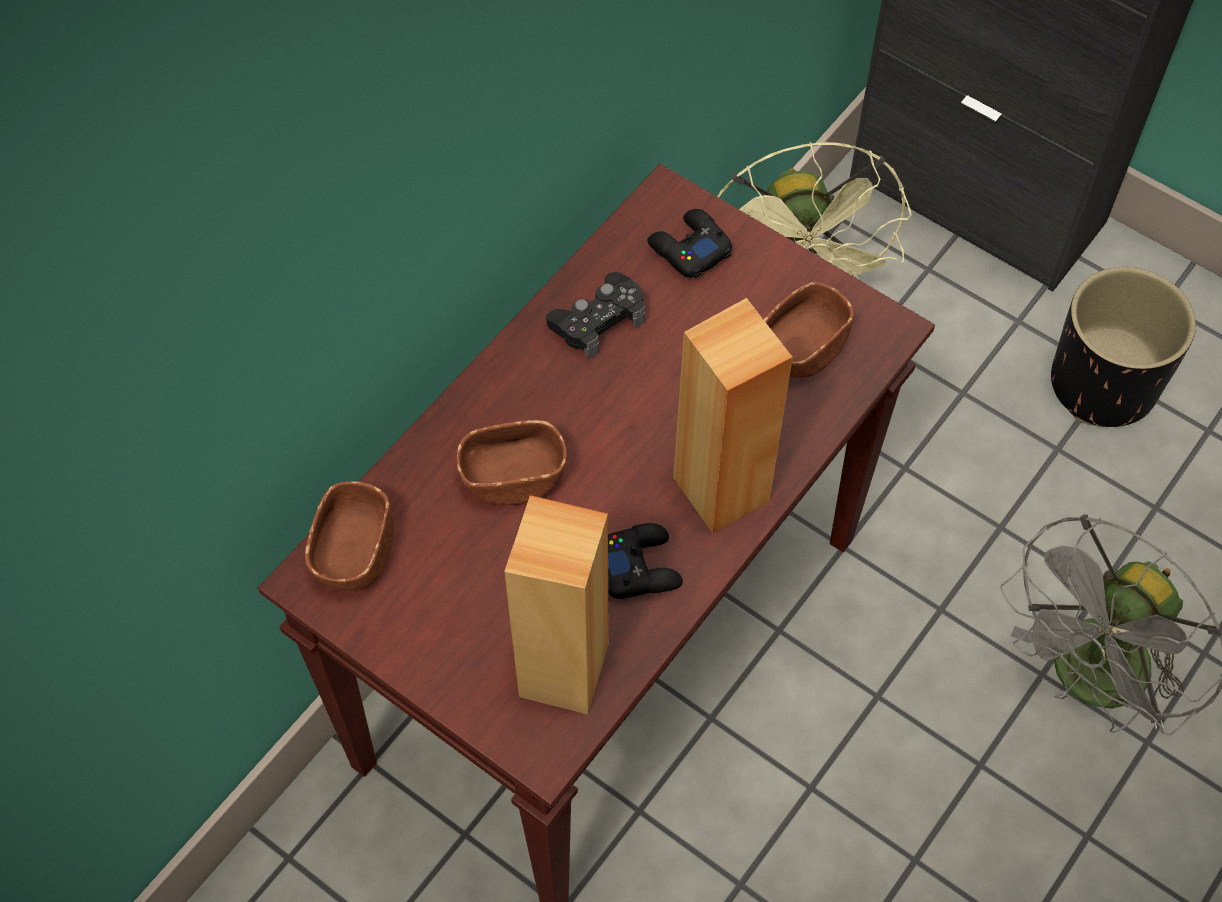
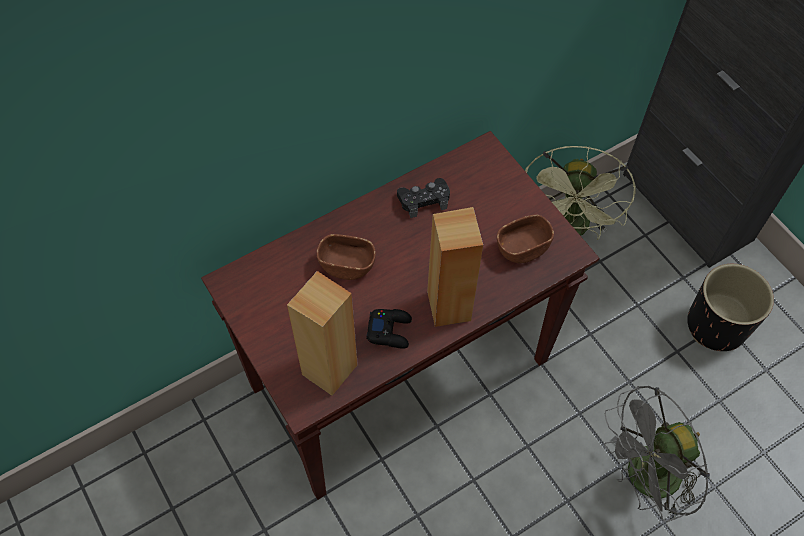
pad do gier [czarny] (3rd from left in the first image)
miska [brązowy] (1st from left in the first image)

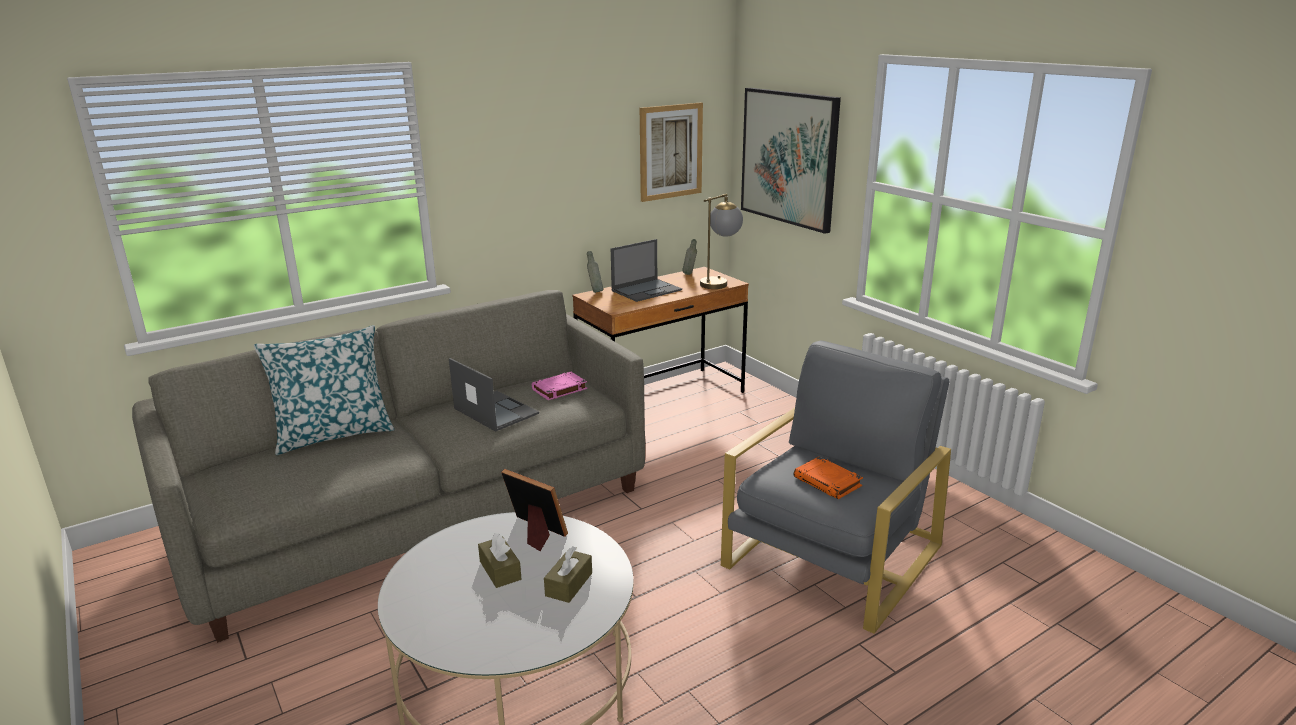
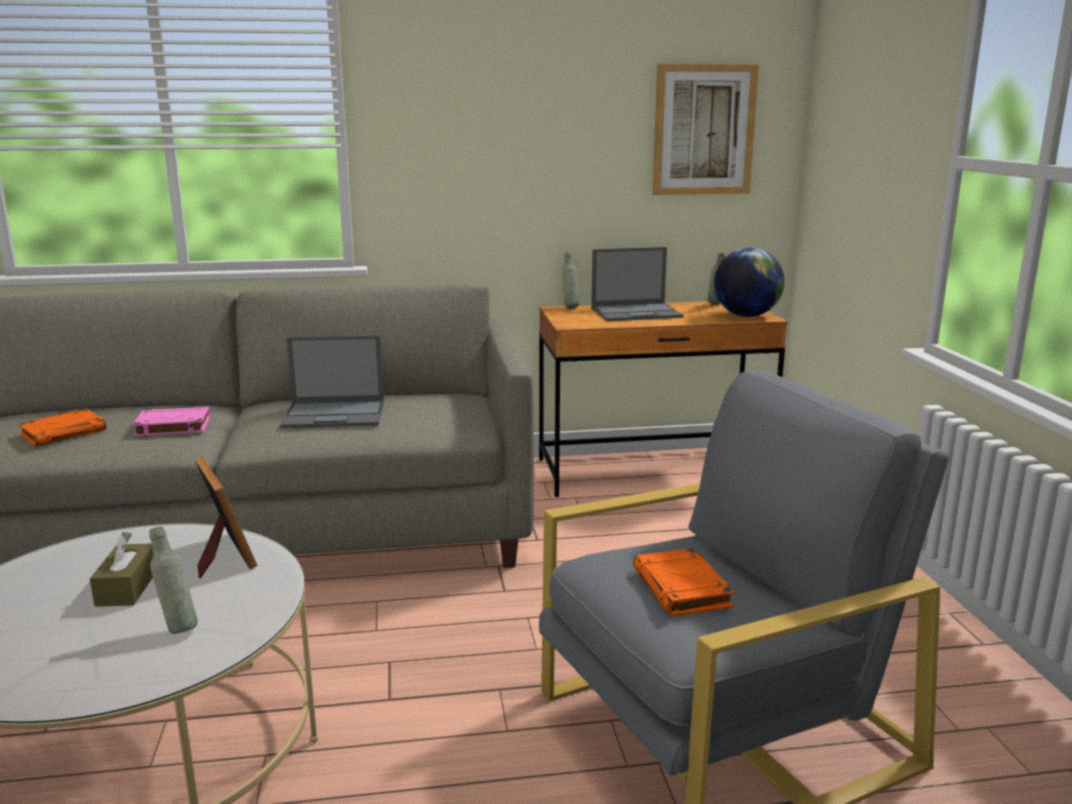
obraz (2nd from left in the first image)
globus
poduszka
laptop (1st from left)
książka [różowy]
butelka [szary] (1st from left)
książka [pomarańczowy] (1st from left)

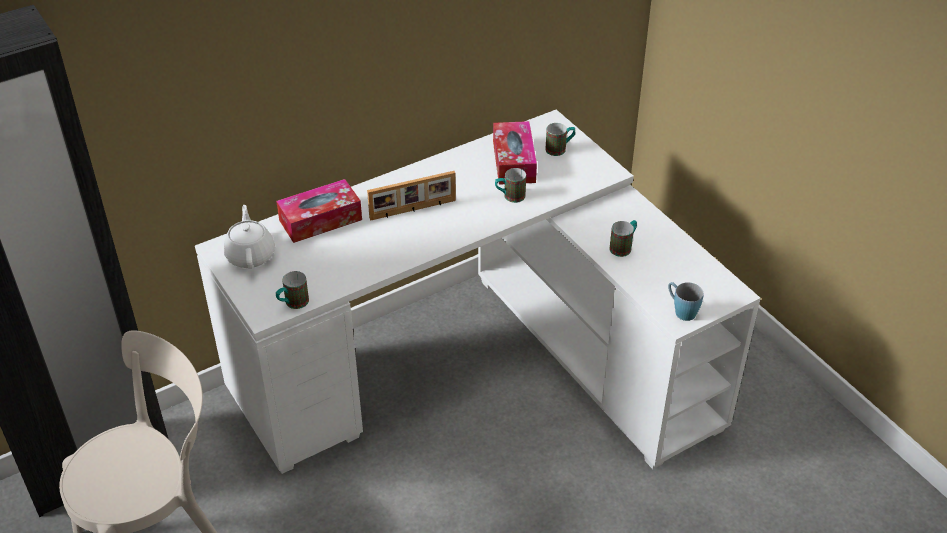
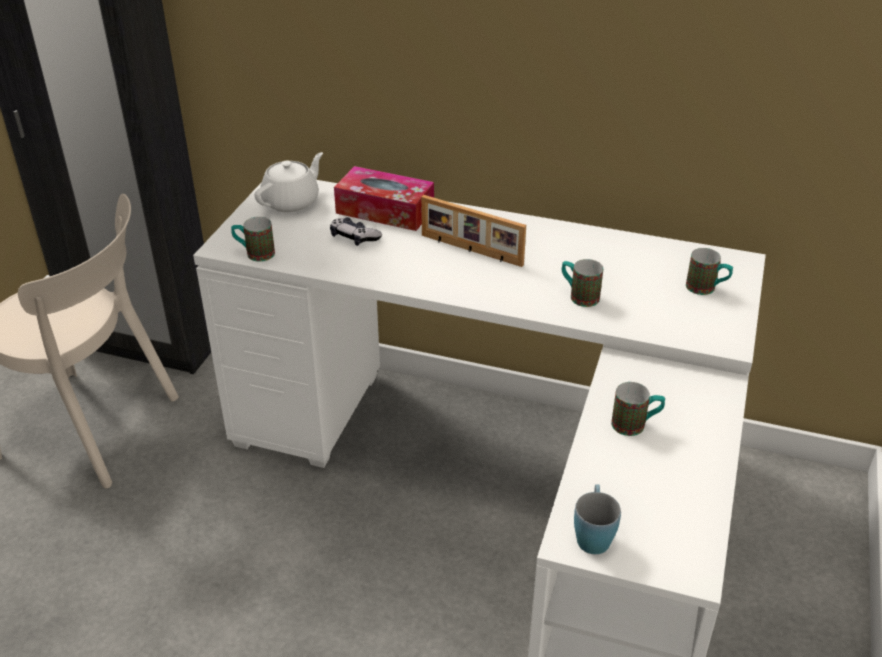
pudełko chusteczek (2nd from left in the first image)
pad do gier

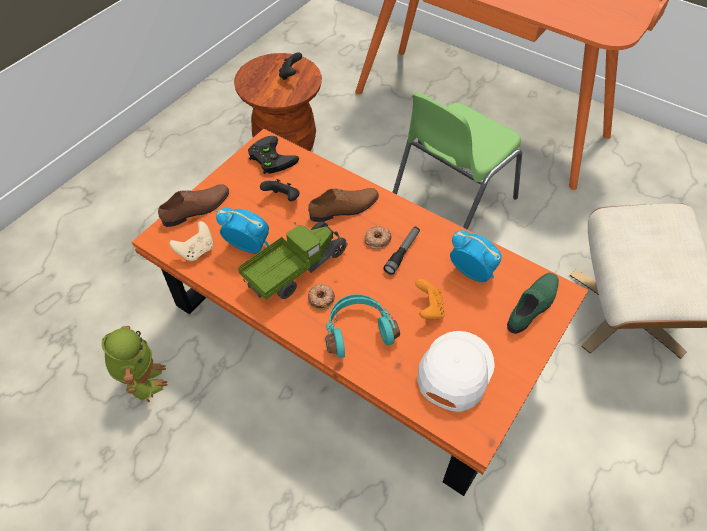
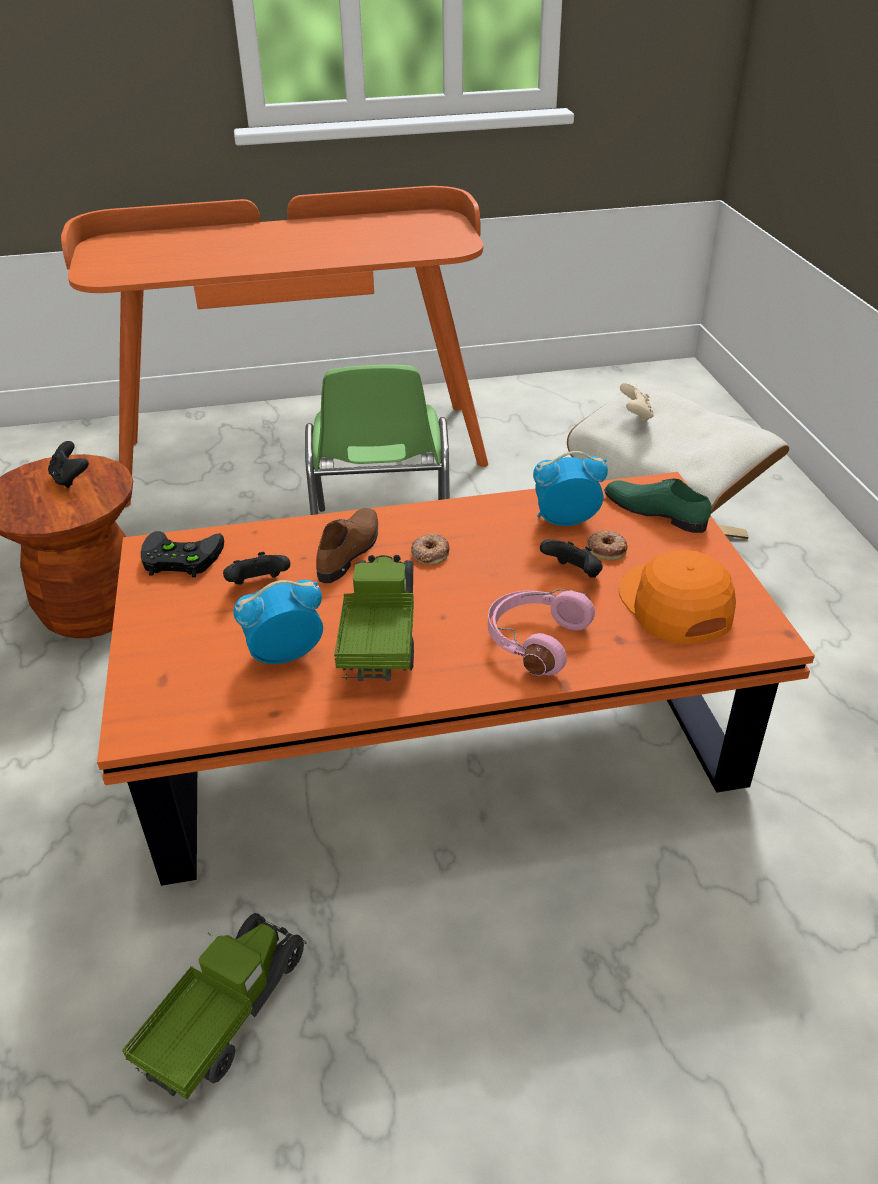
but [brązowy] (1st from left in the first image)
pad do gier [beżowy]
latarka
but [zielony]
pad do gier [czarny] (4th from left)
donut (2nd from left)
słuchawki [różowy]
ciężarówka zabawkowa (1st from left)
czapka z daszkiem [pomarańczowy]

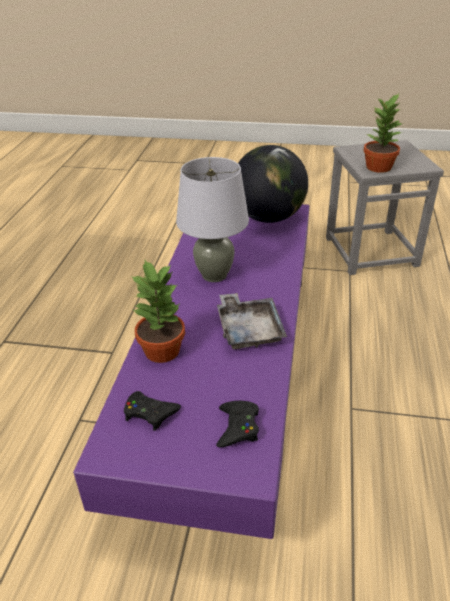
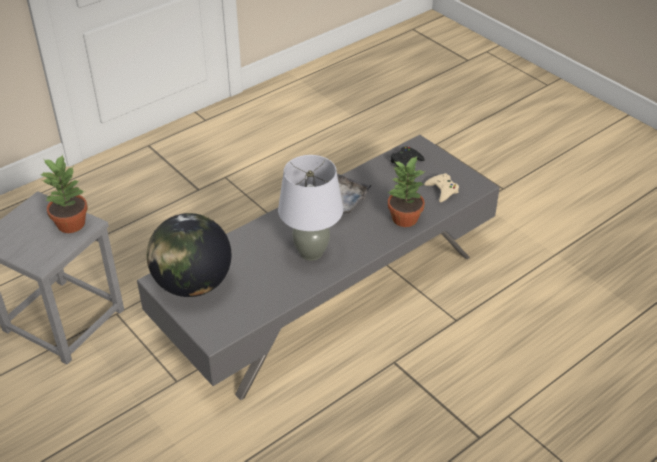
ława [szary]
pad do gier [beżowy]

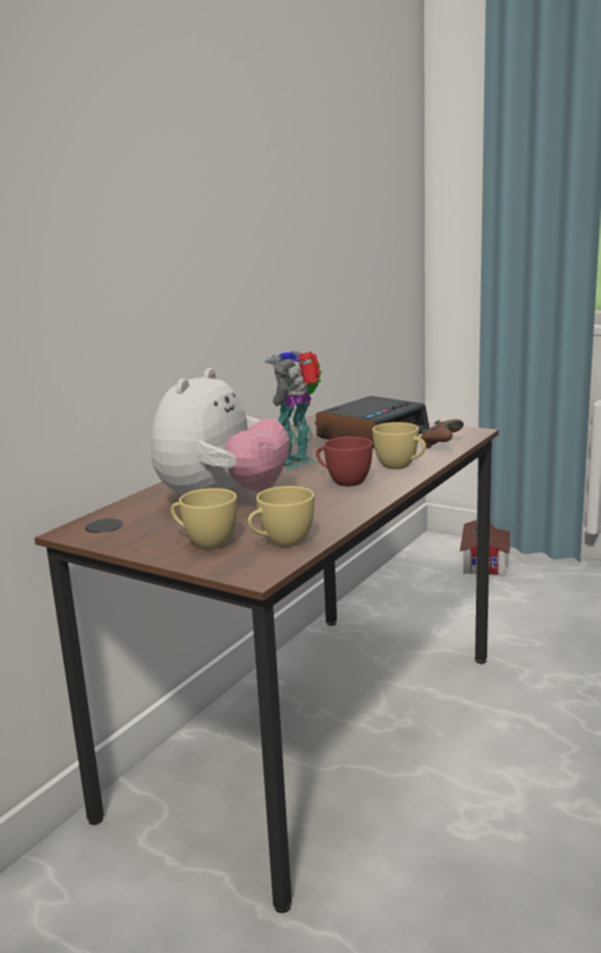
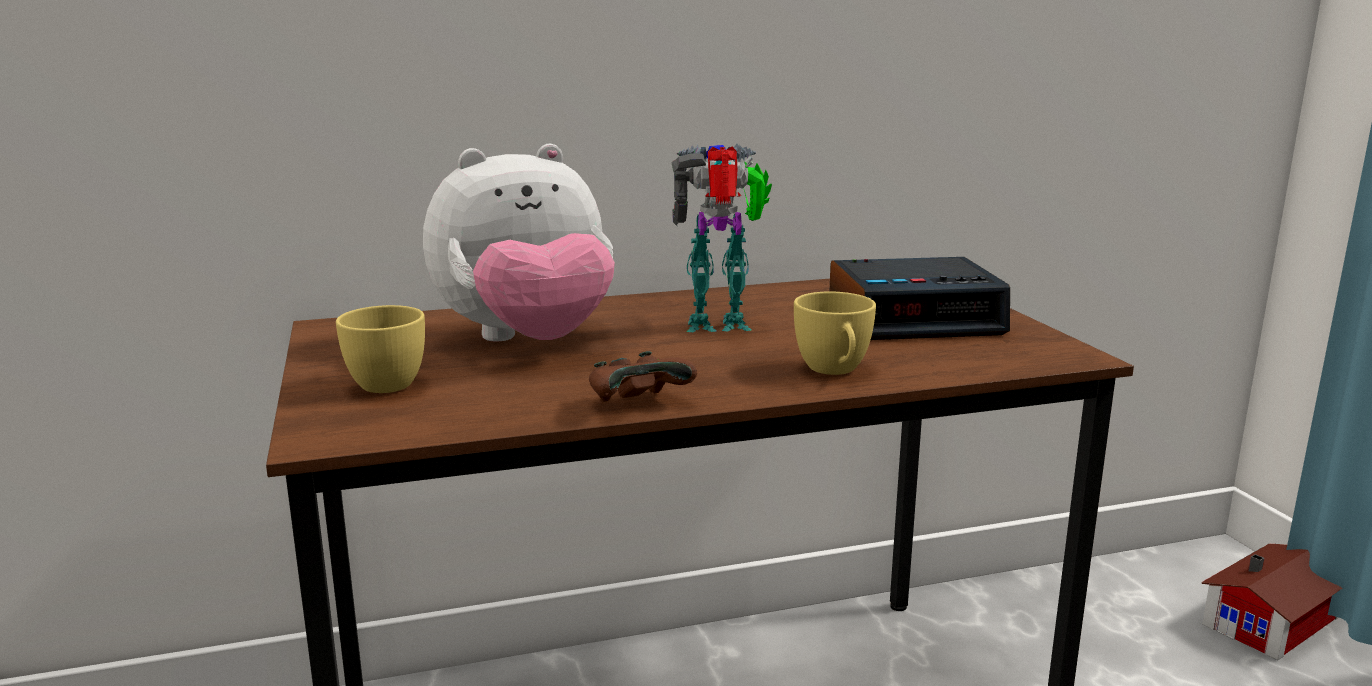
pad do gier [brązowy]
filiżanka [czerwony]
filiżanka [żółty] (2nd from left in the first image)

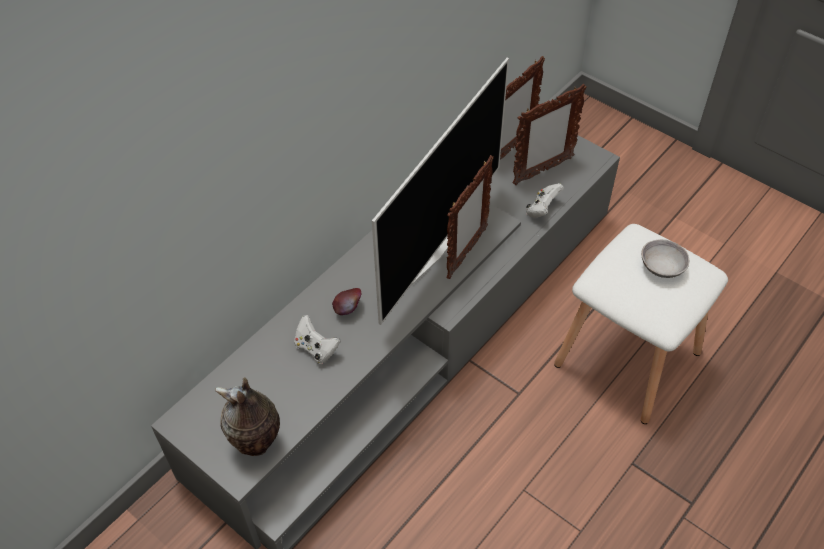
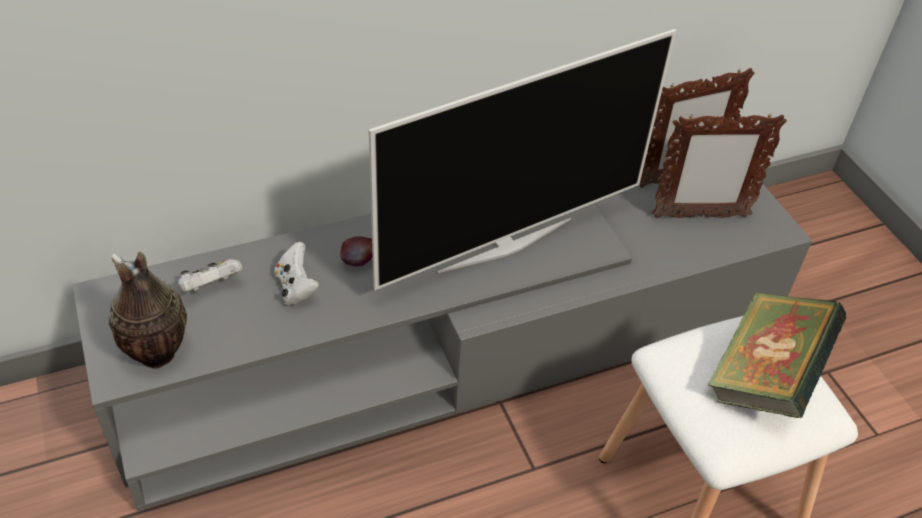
ramka na zdjęcie (1st from left in the first image)
pad do gier [biały] (1st from left)
książka

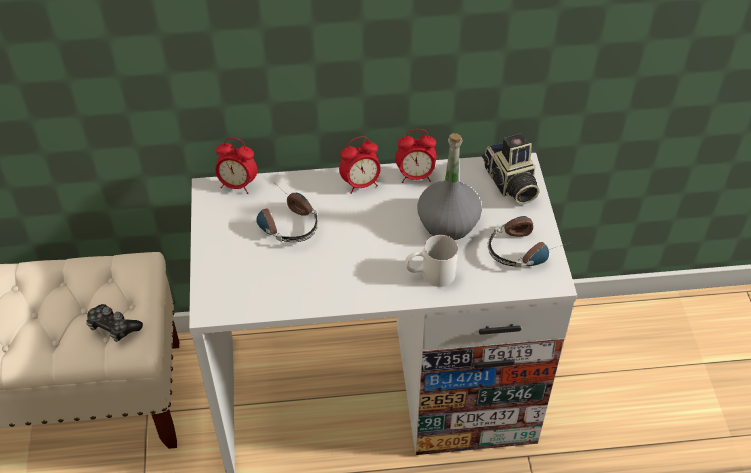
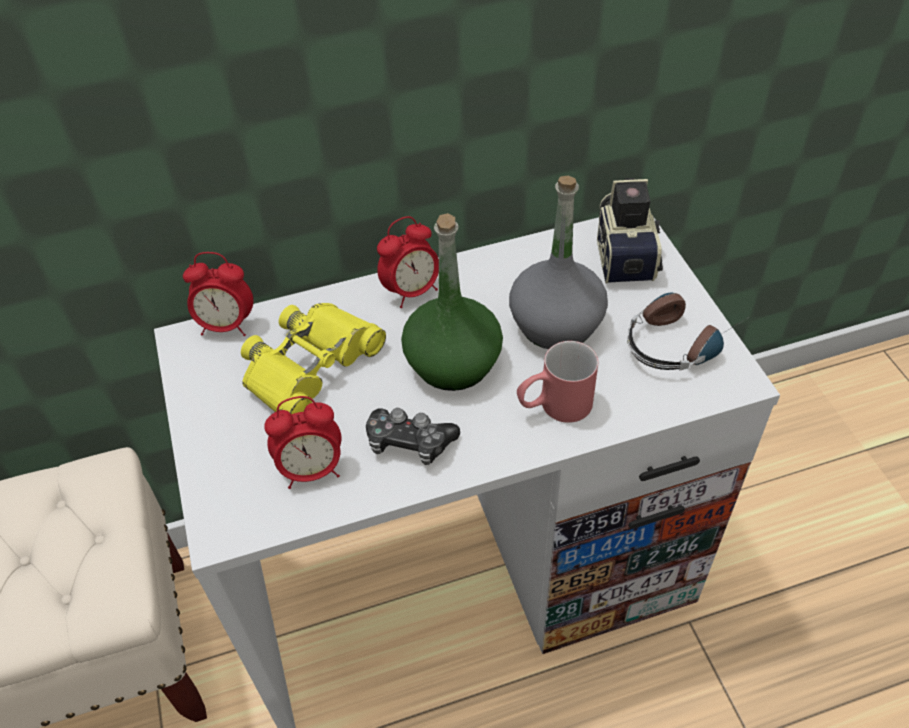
budzik (2nd from left)
aparat fotograficzny
lornetka [żółty]
kubek [czerwony]
pad do gier
butelka [zielony]

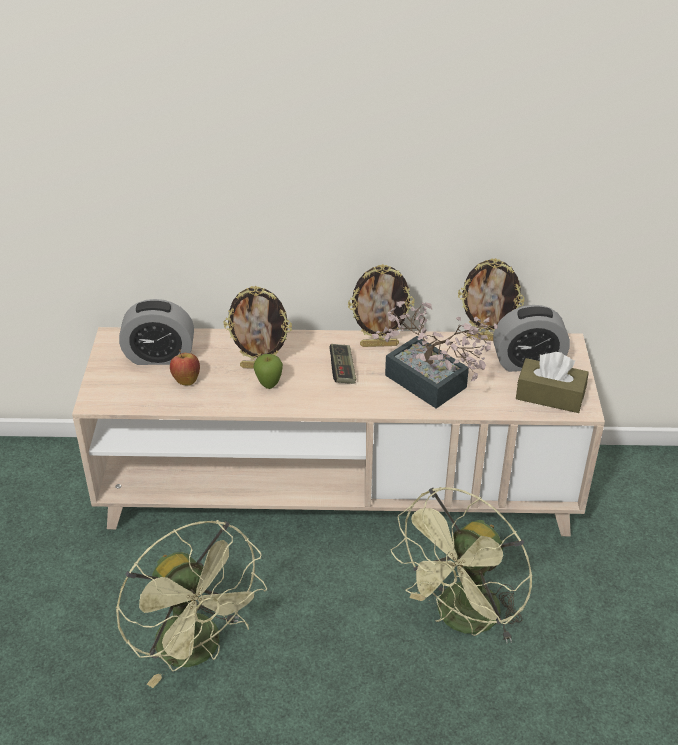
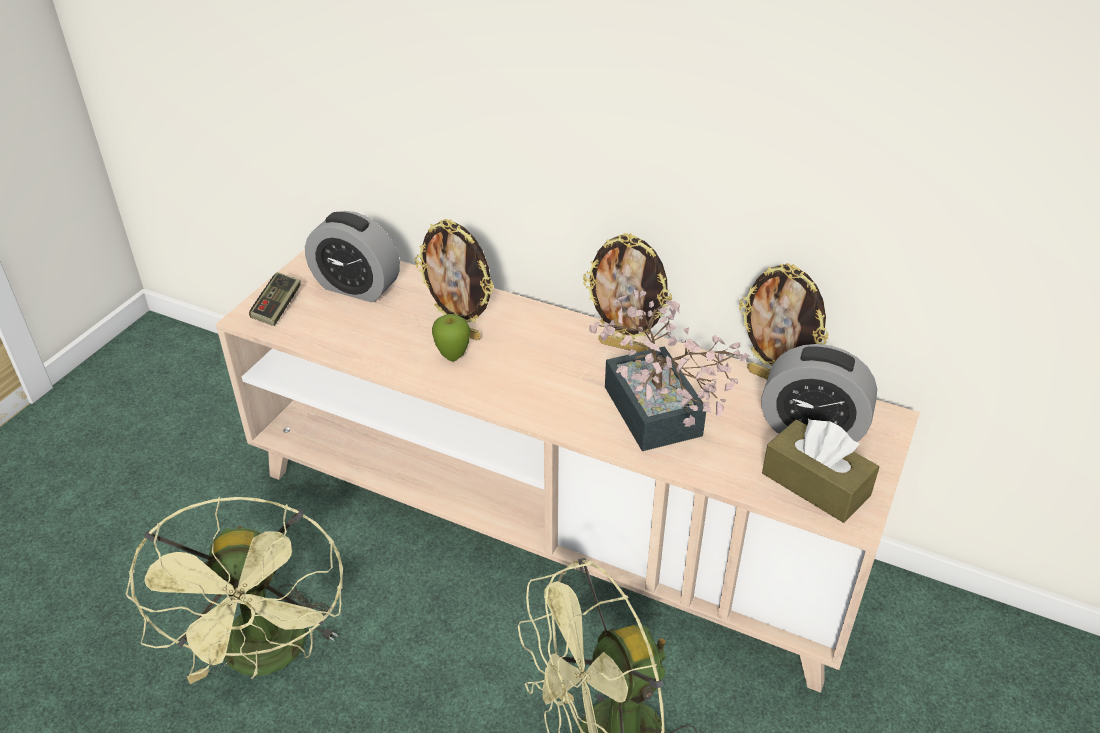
pad do gier
jabłko (1st from left in the first image)

